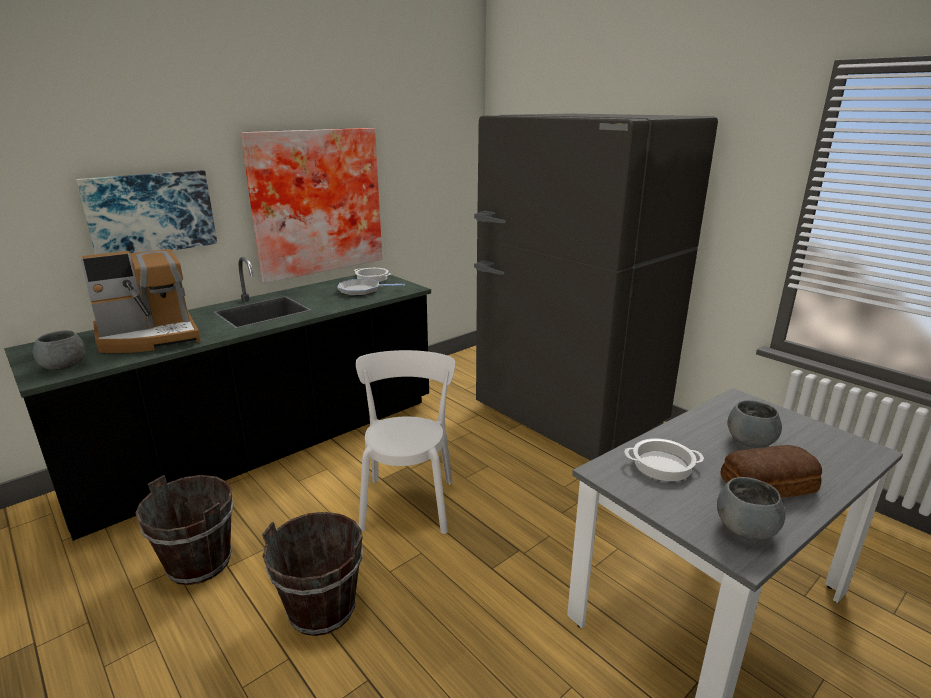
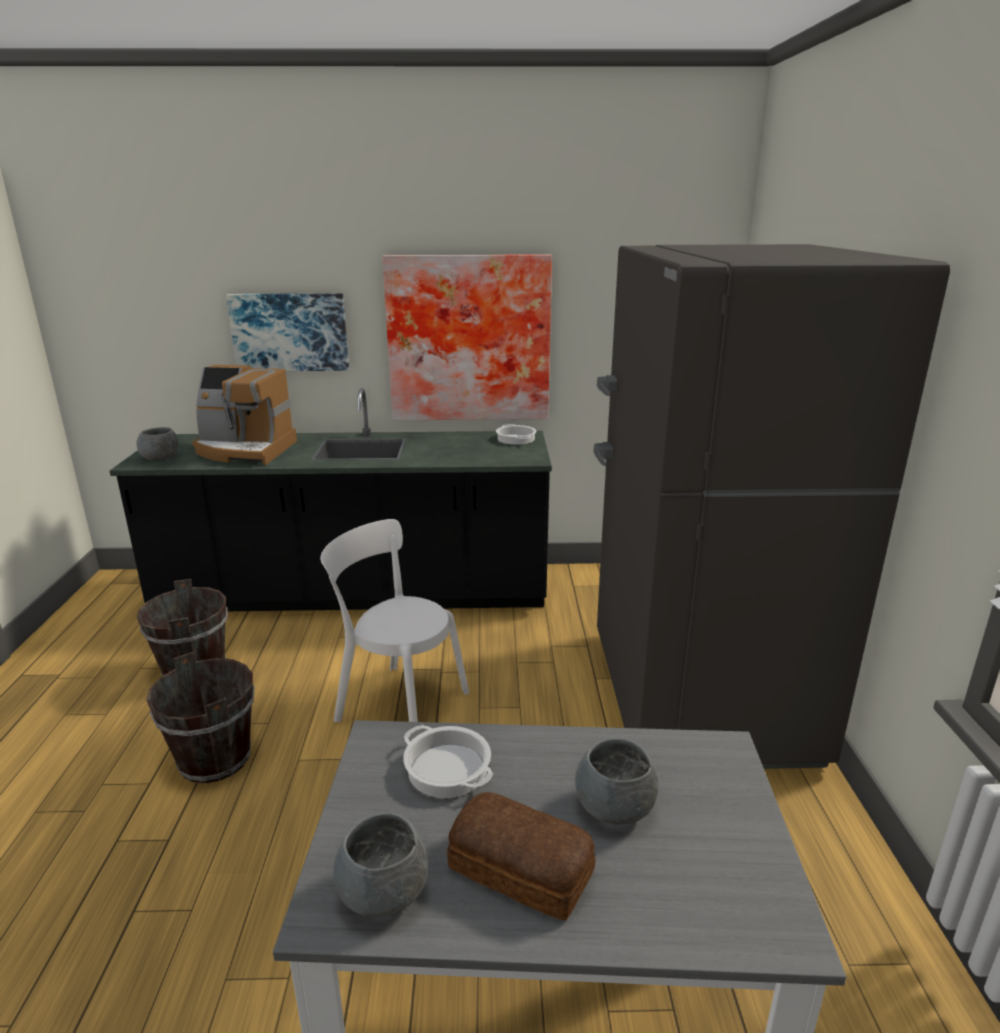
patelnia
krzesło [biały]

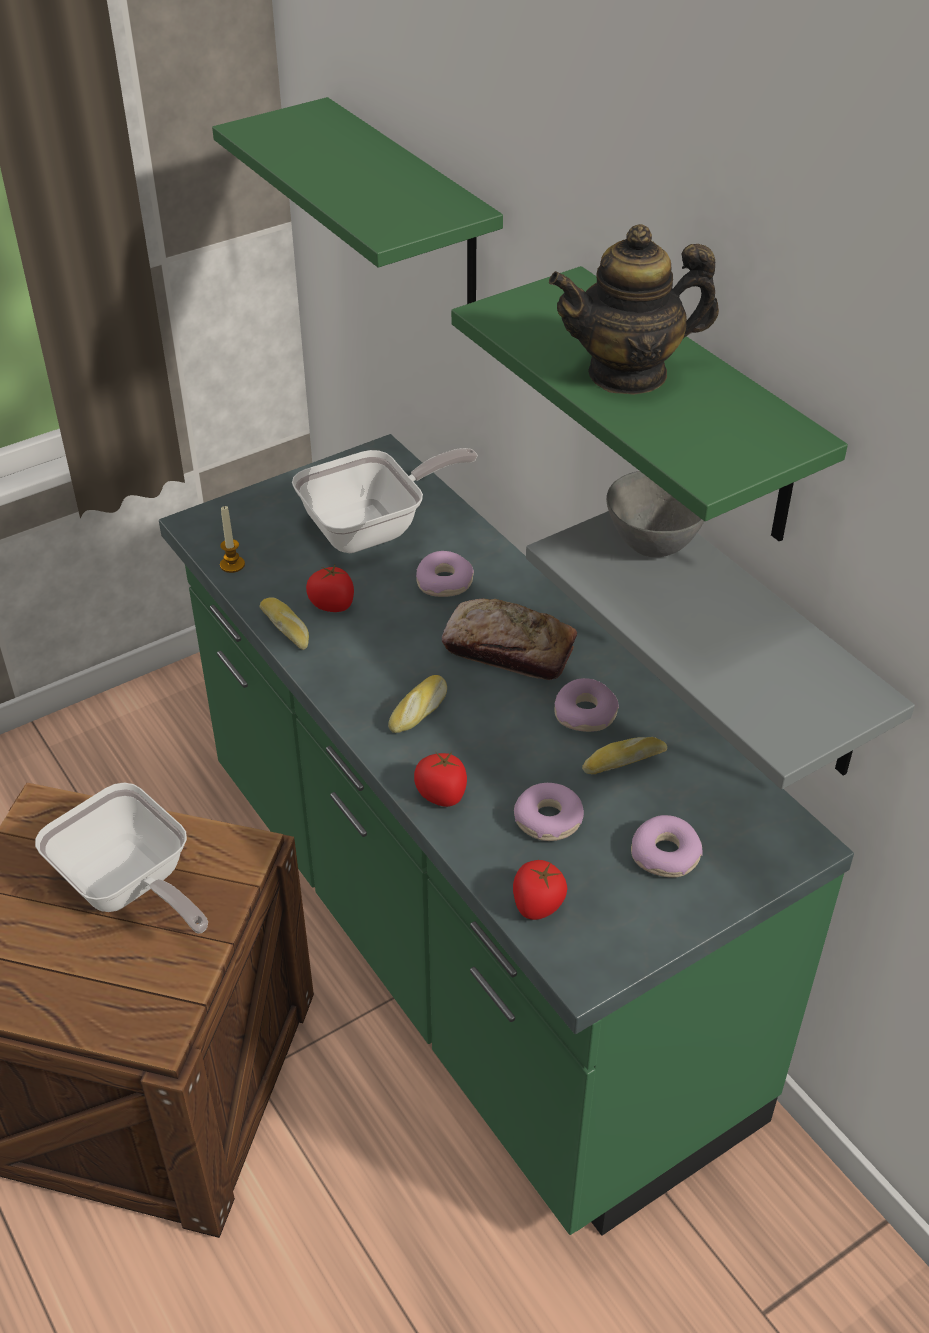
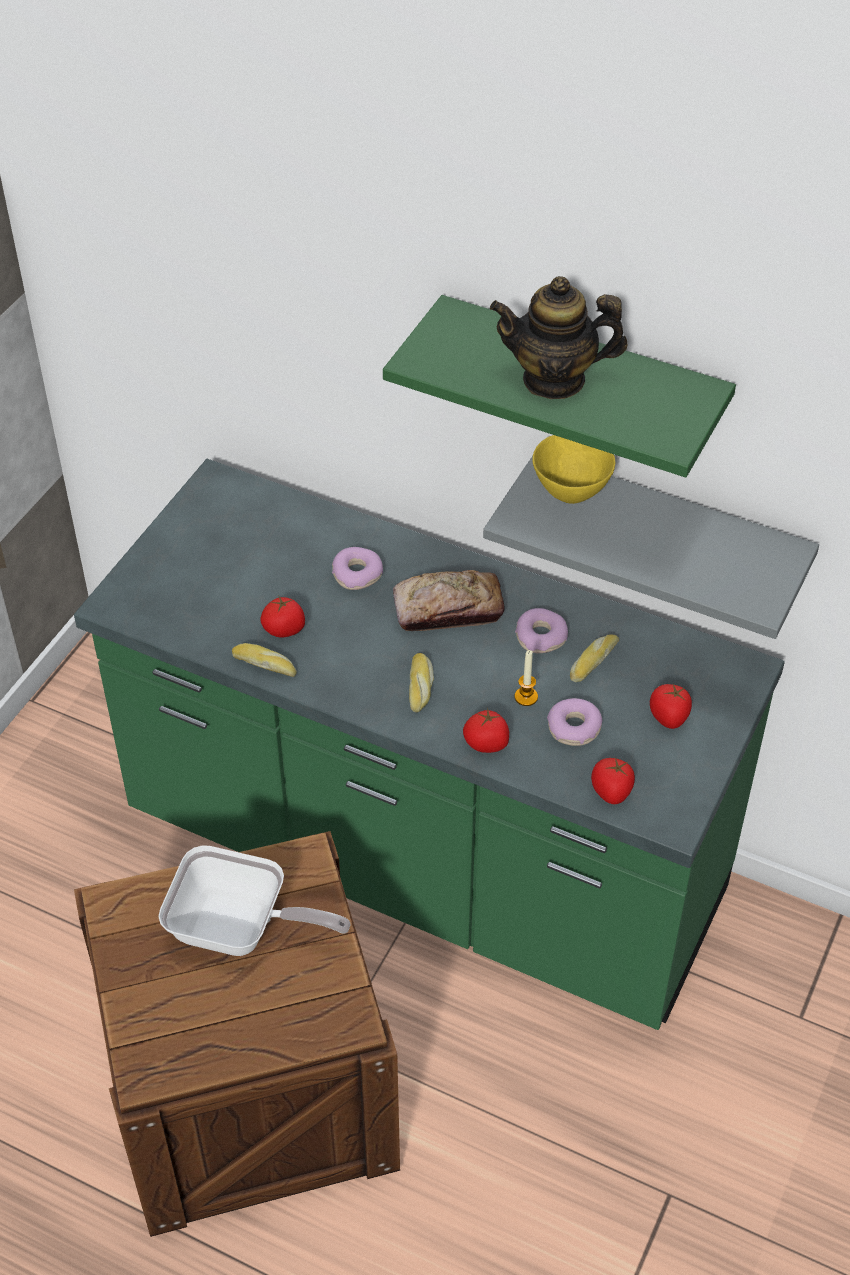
półka [zielony] (1st from left in the first image)
imbryk
patelnia (2nd from left in the first image)
miska [żółty]
świeca
pomidor (4th from left)

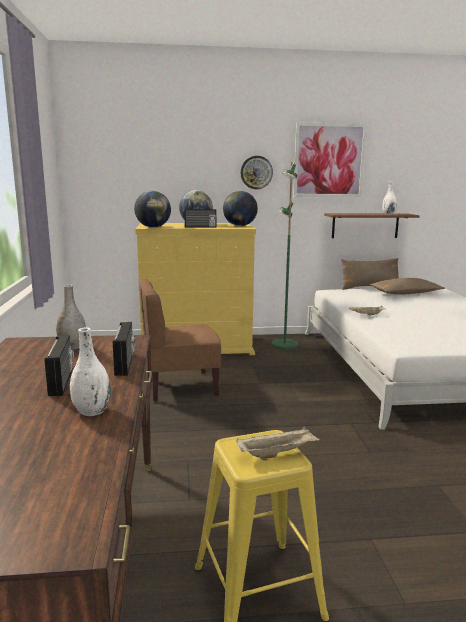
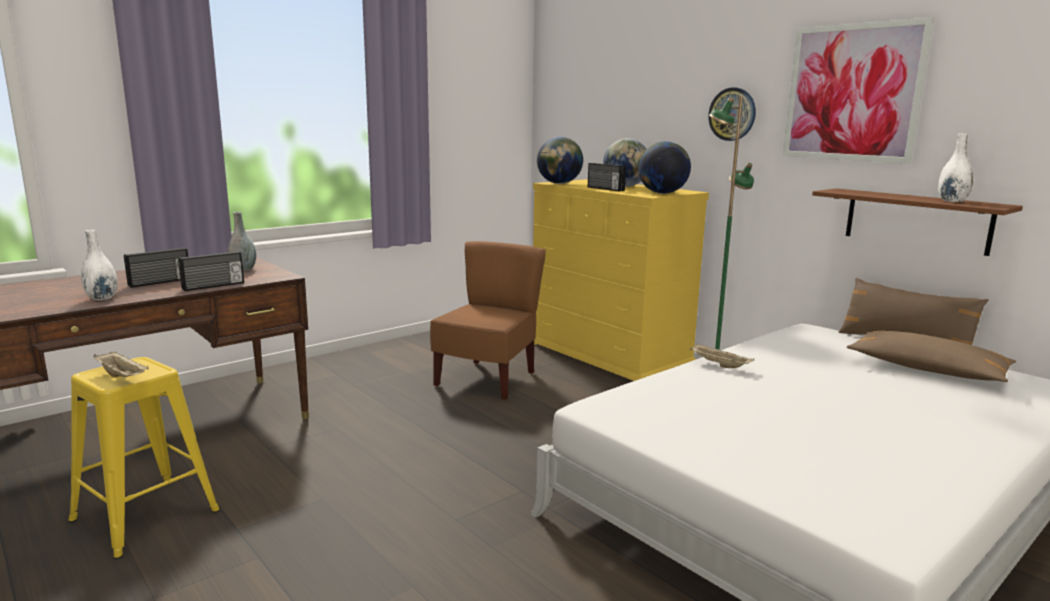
krzesło [brązowy]

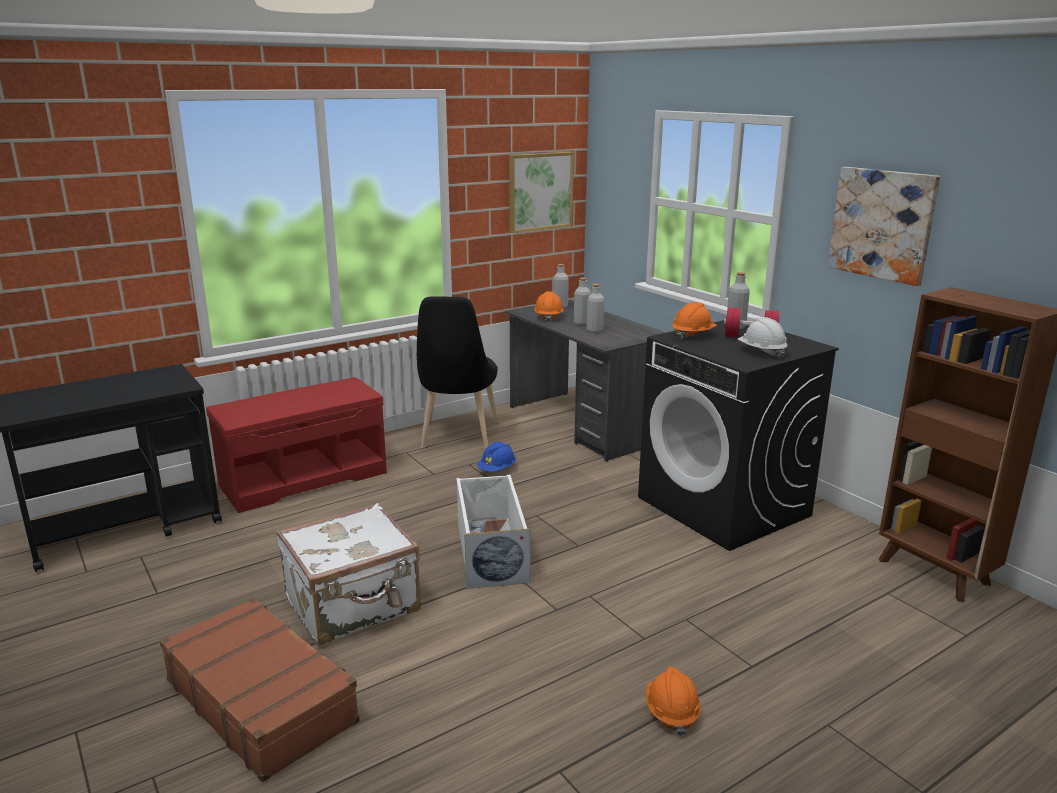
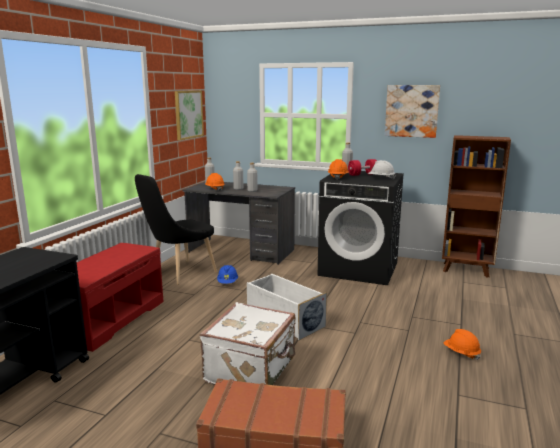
krzesło [czarny]

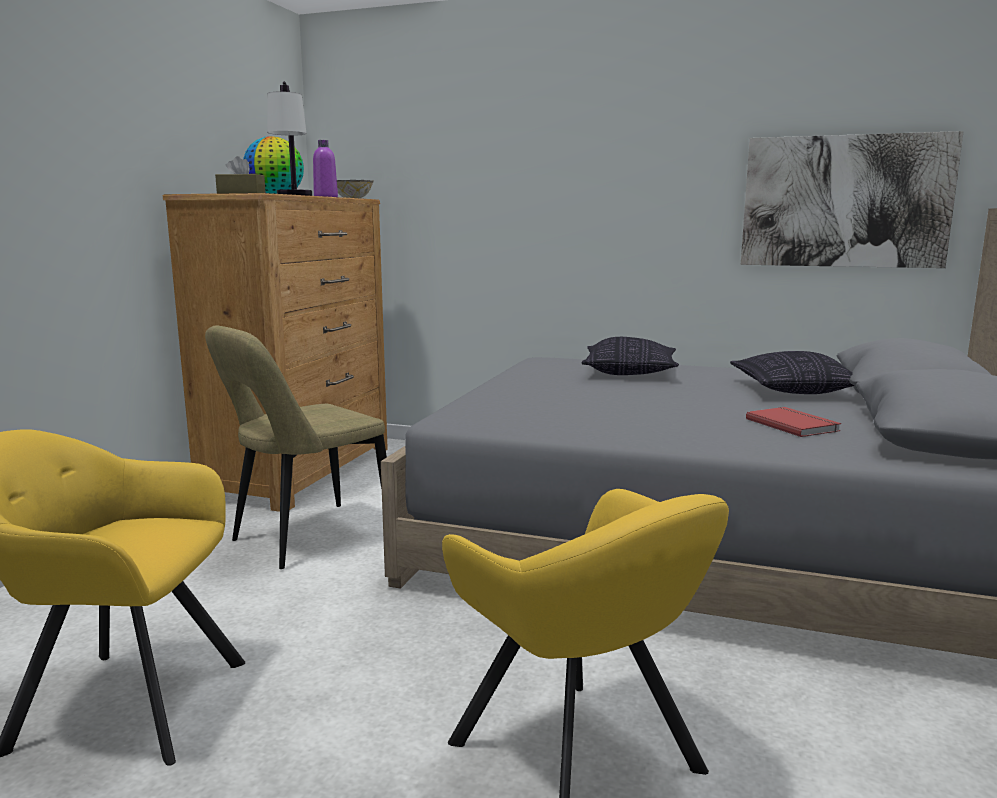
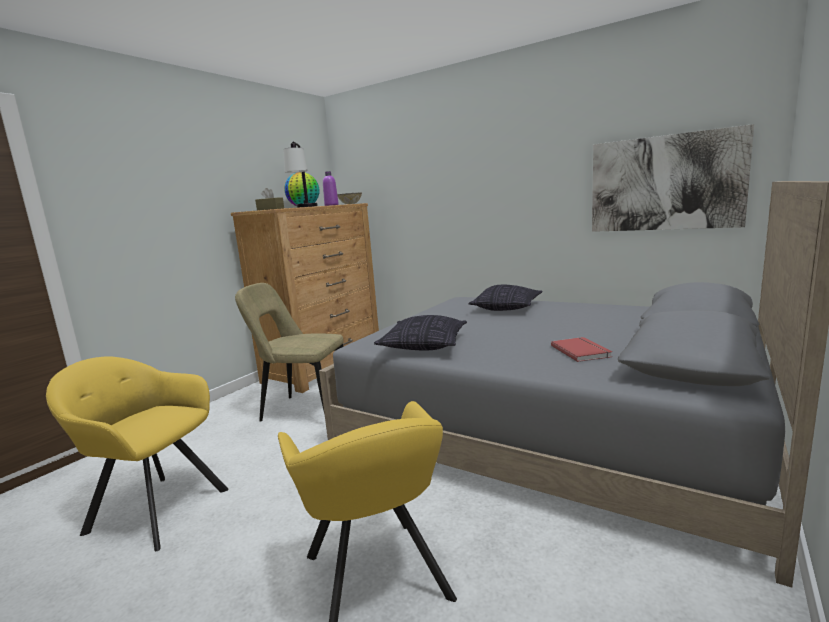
krzesło [beżowy]
poduszka (1st from left)

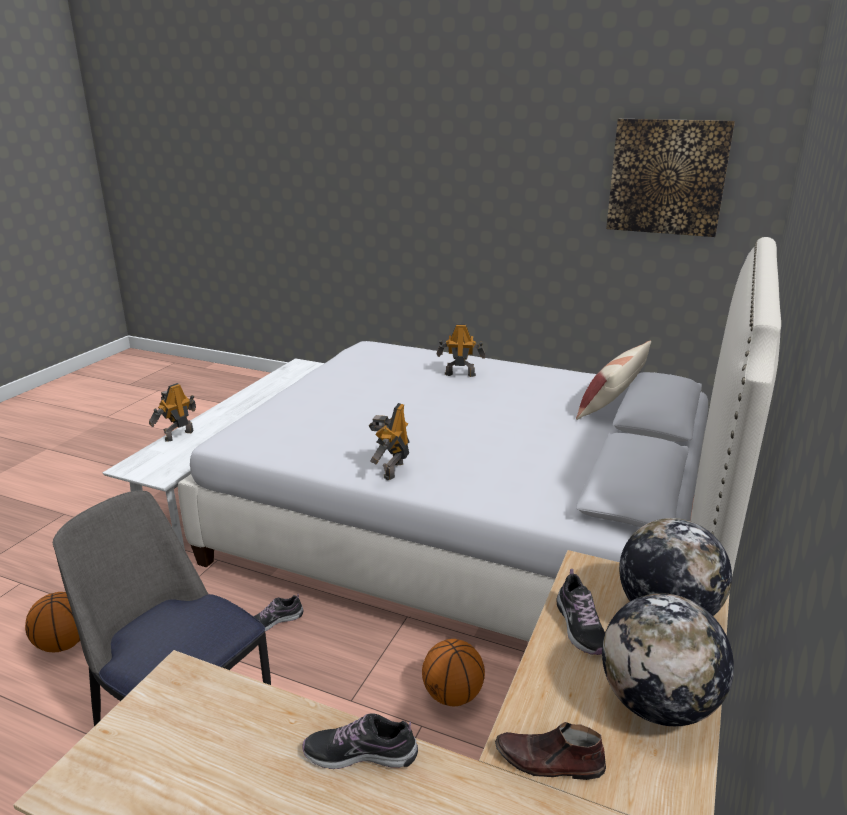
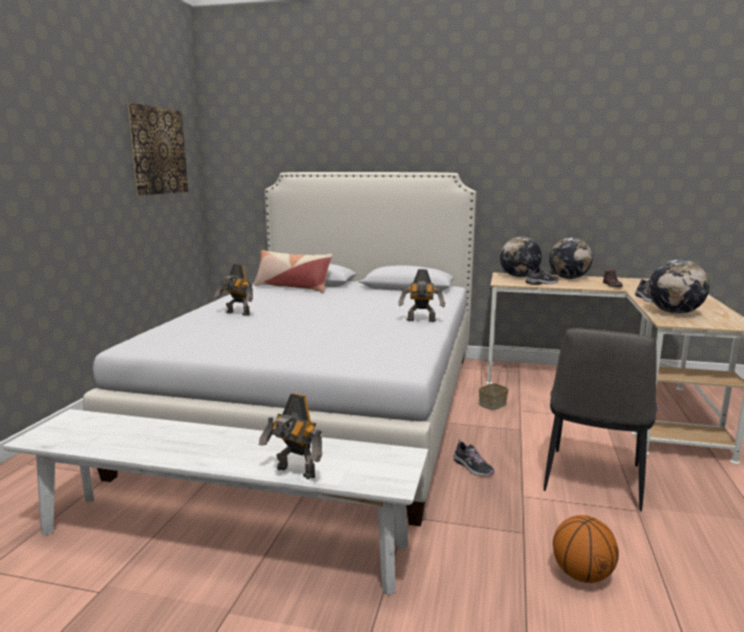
robot zabawkowy (1st from left)
koszyk
globus (3rd from left)

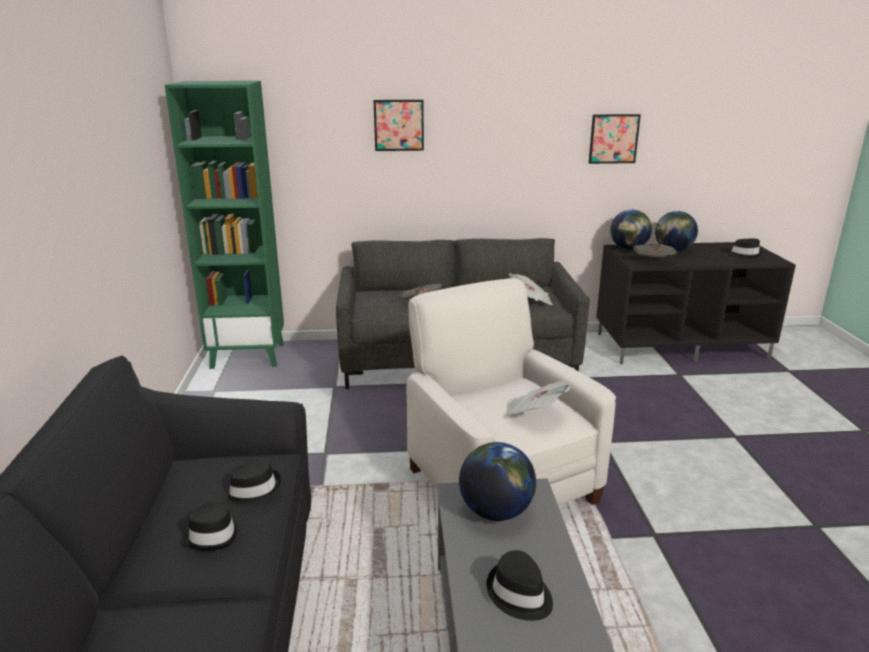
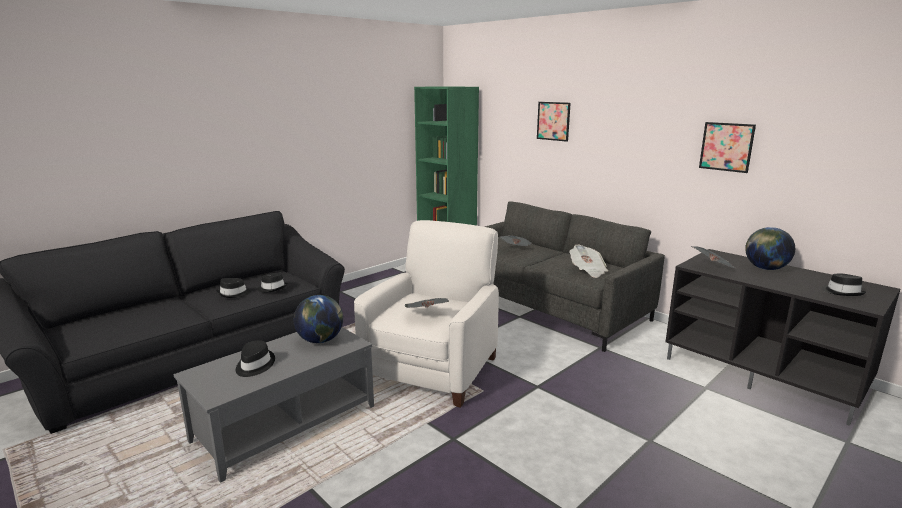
globus (2nd from left in the first image)

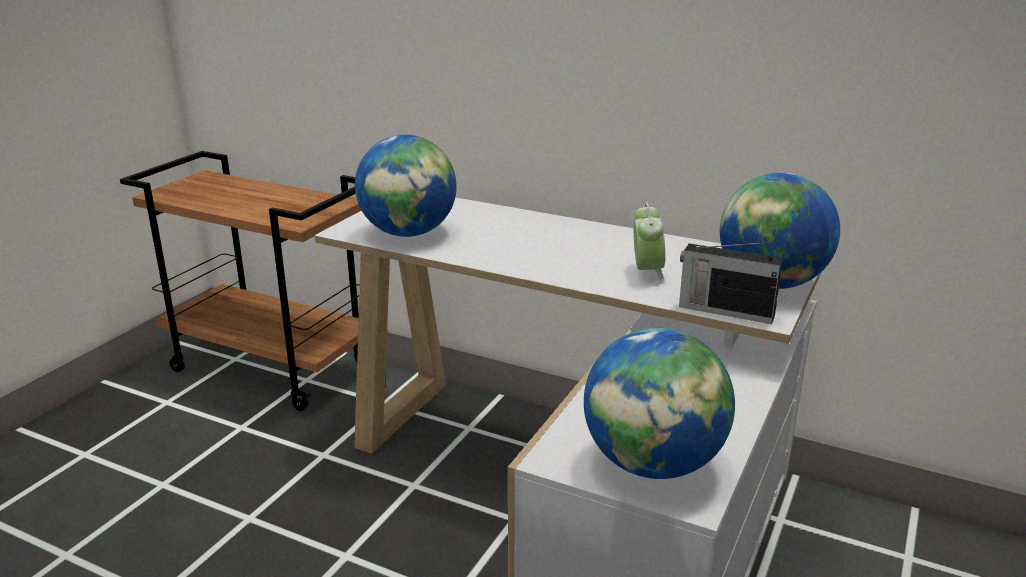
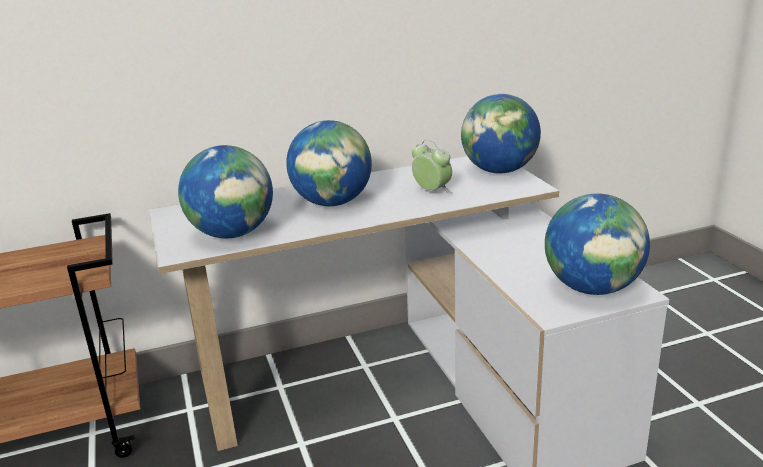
radio
globus (2nd from left)

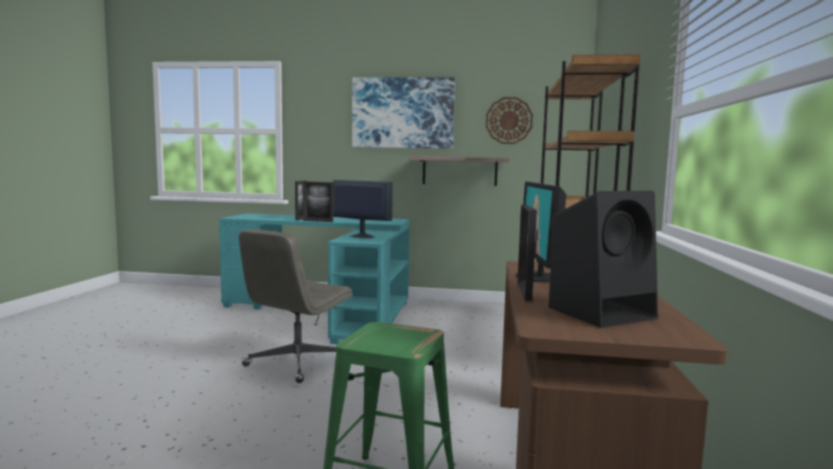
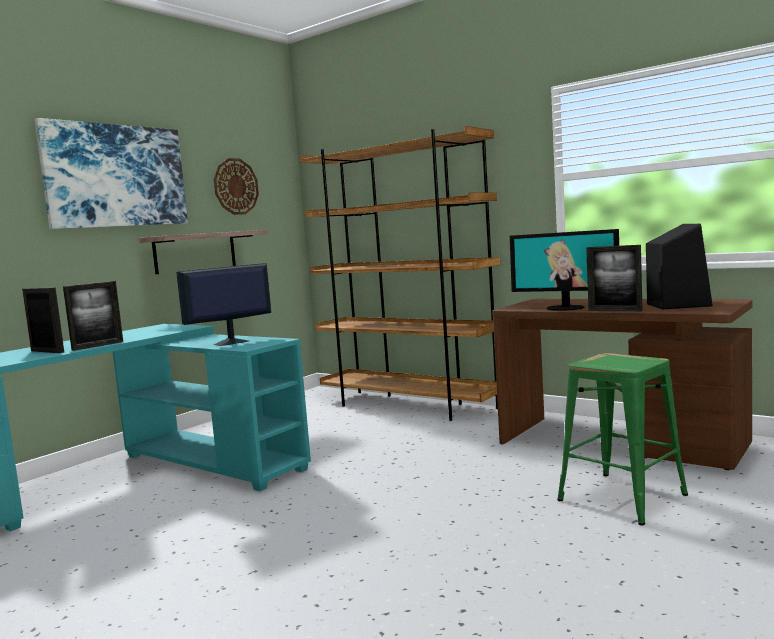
krzesło biurowe [szary]

